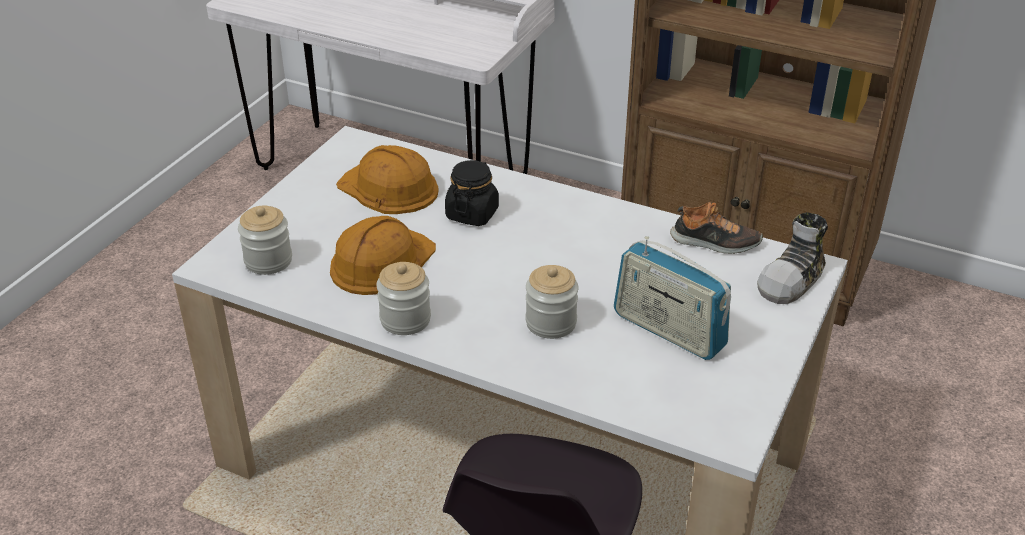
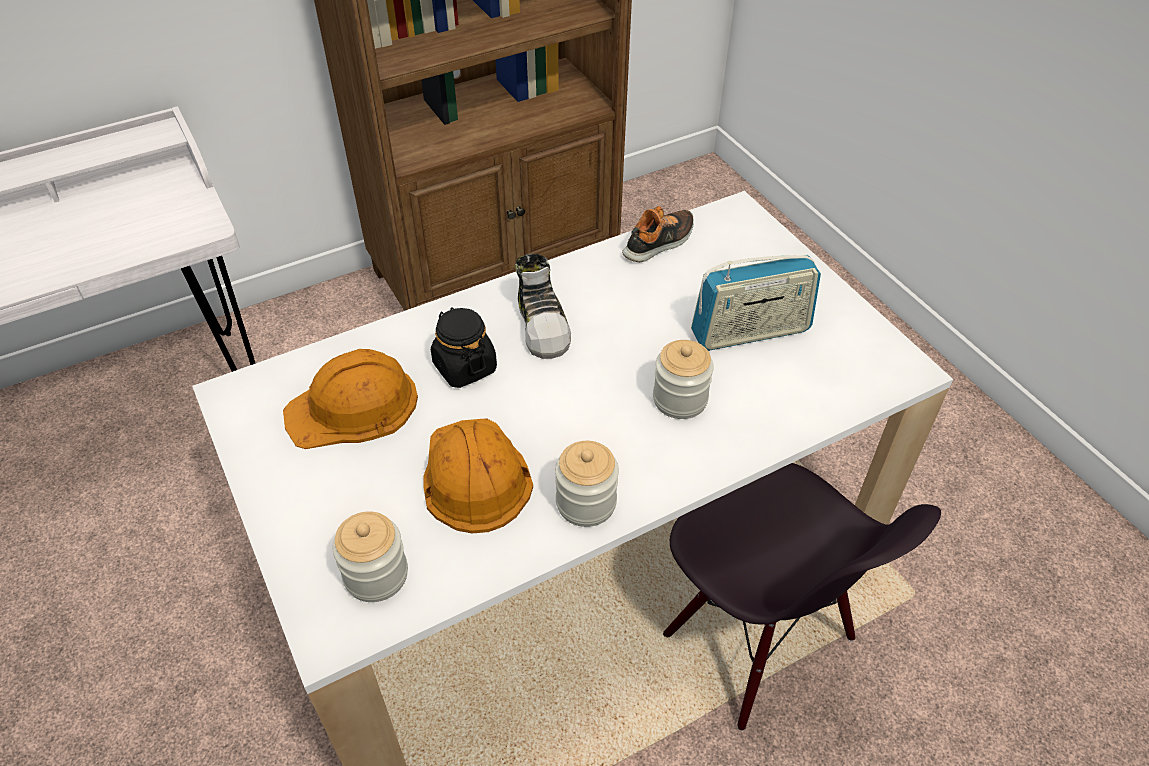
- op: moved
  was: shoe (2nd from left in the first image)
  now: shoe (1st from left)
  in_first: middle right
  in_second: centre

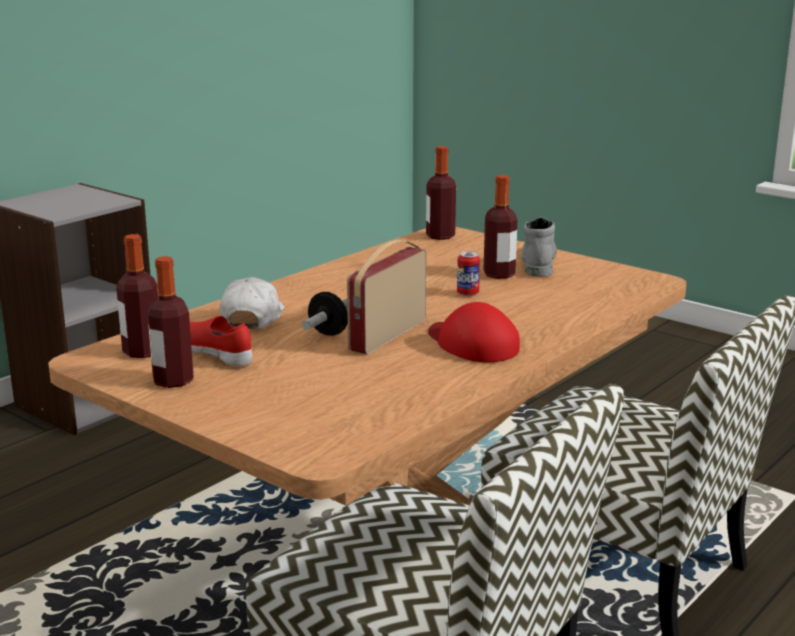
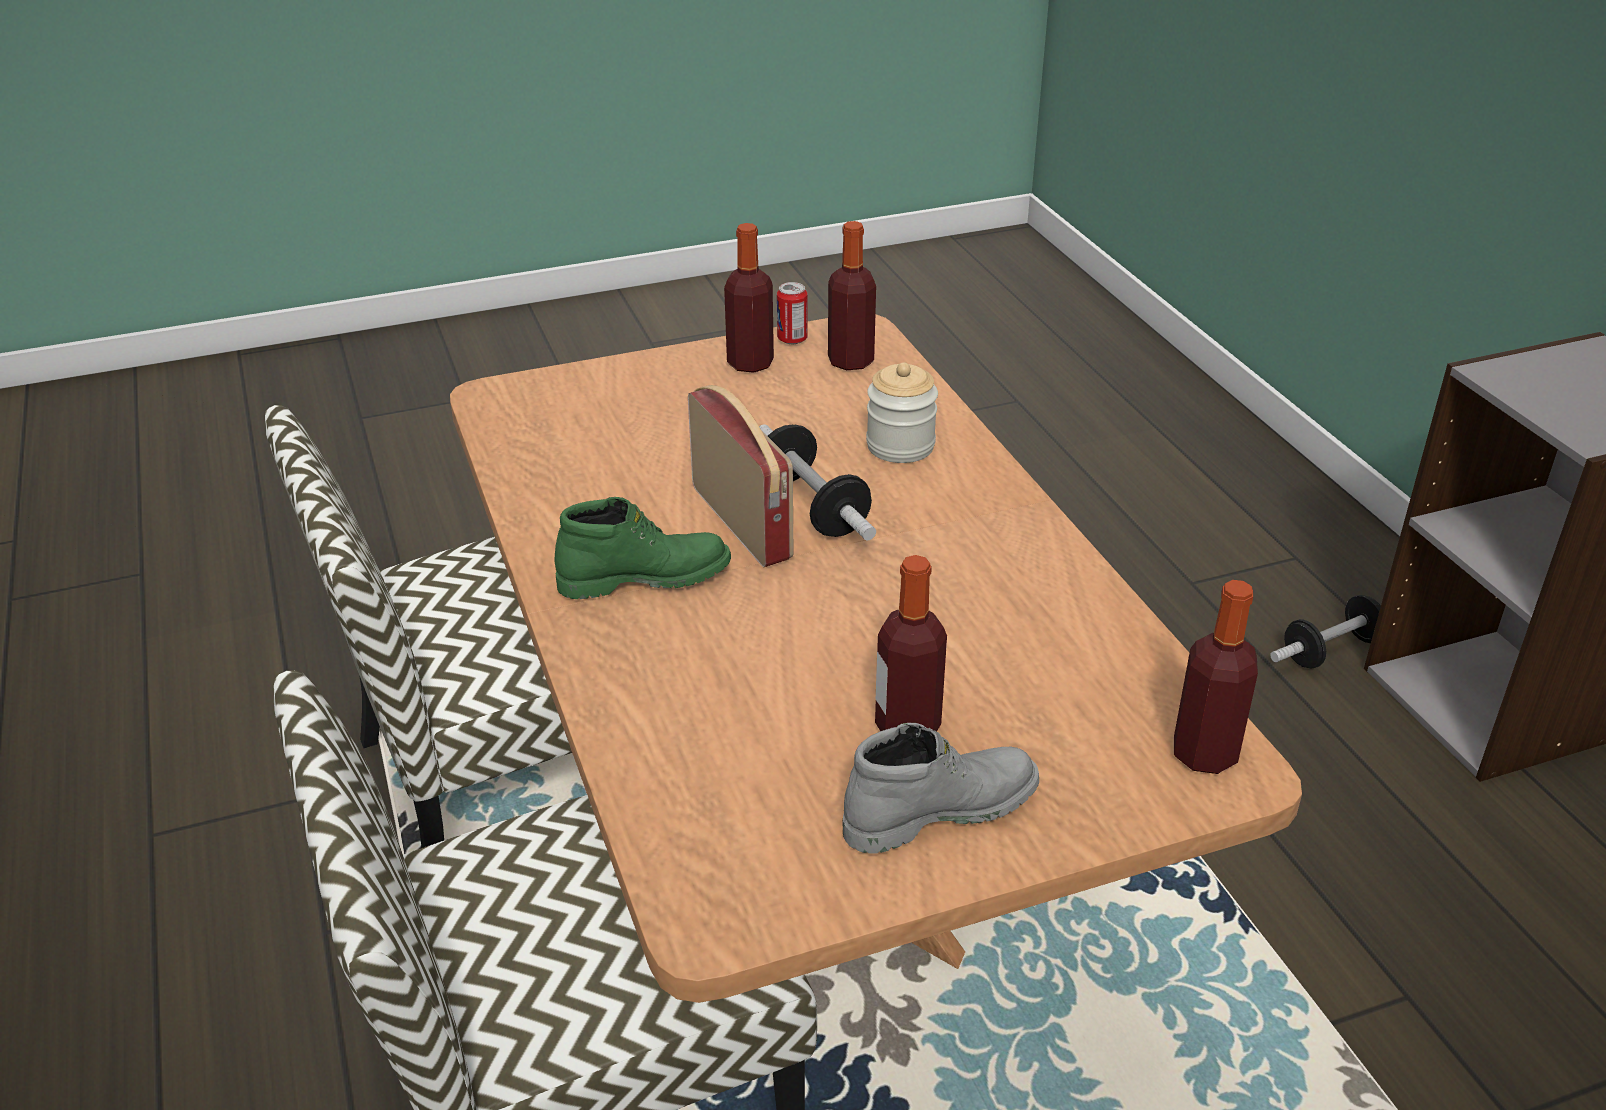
- op: replaced
  was: red-coloured cap
  now: green-coloured high-top boot
  in_first: centre
  in_second: centre
- op: moved
  was: sealed can
  in_first: centre
  in_second: top centre
- op: turned
  was: grey high-top boot
  in_first: middle right
  in_second: bottom centre
  clockwise: -60
- op: replaced
  was: white-coloured cap
  now: storage jar
  in_first: middle left
  in_second: centre
- op: added
  now: hand weight (2nd from left)
  in_second: middle right
- op: removed
  was: red-coloured shoe
  in_first: middle left

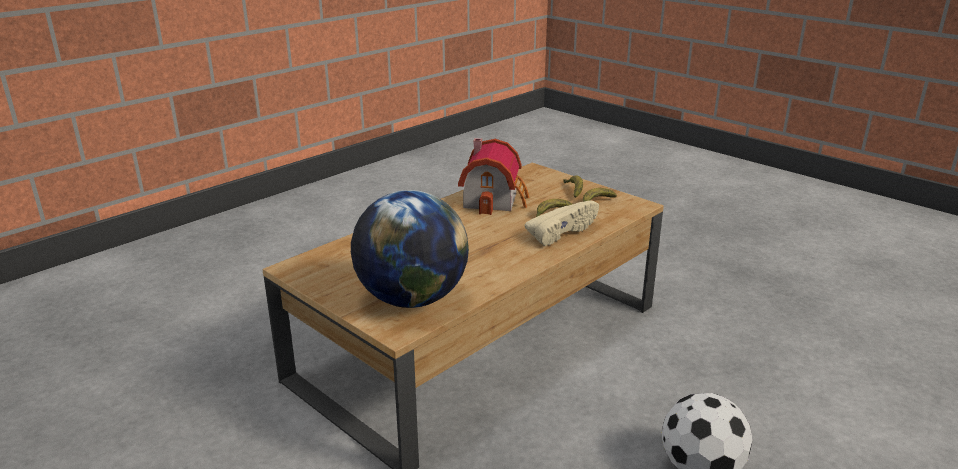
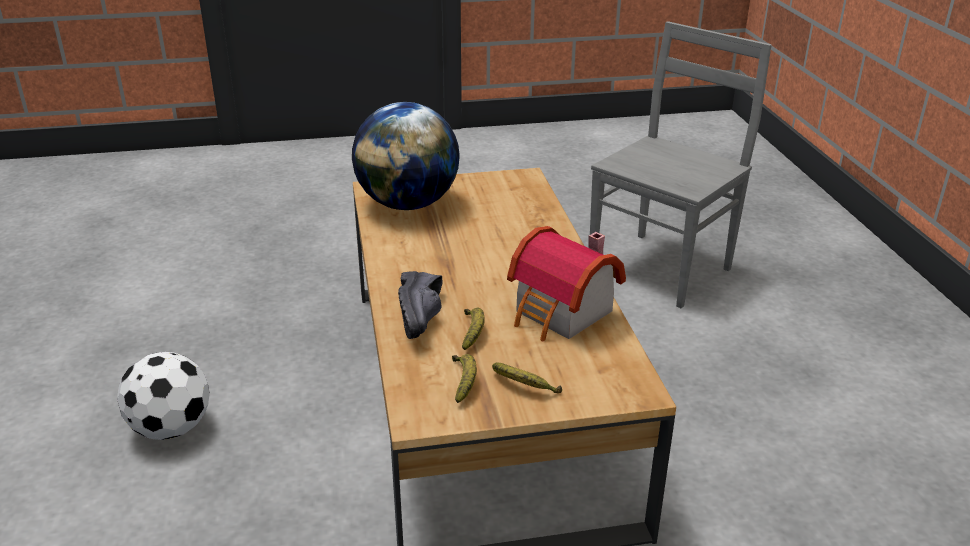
- op: recoloured
  was: beige shoe
  now: black-coloured shoe
  in_first: centre
  in_second: centre
- op: added
  now: grey upright chair
  in_second: top right

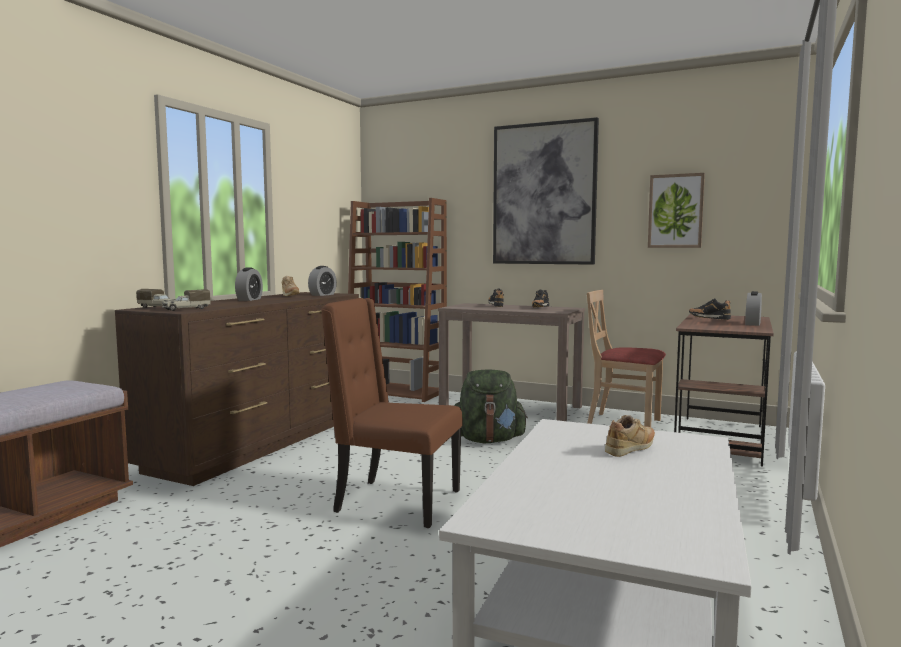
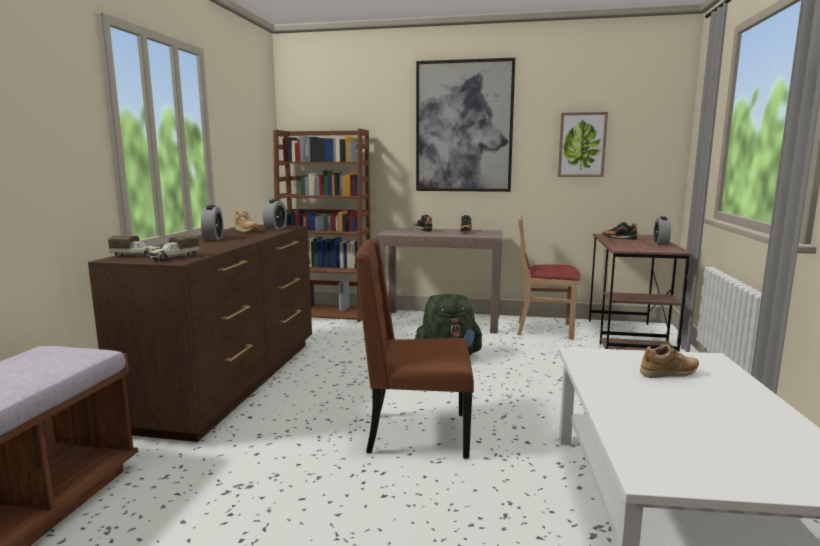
- op: turned
  was: beige shoe (2nd from left)
  in_first: bottom right
  in_second: middle right
  clockwise: 45

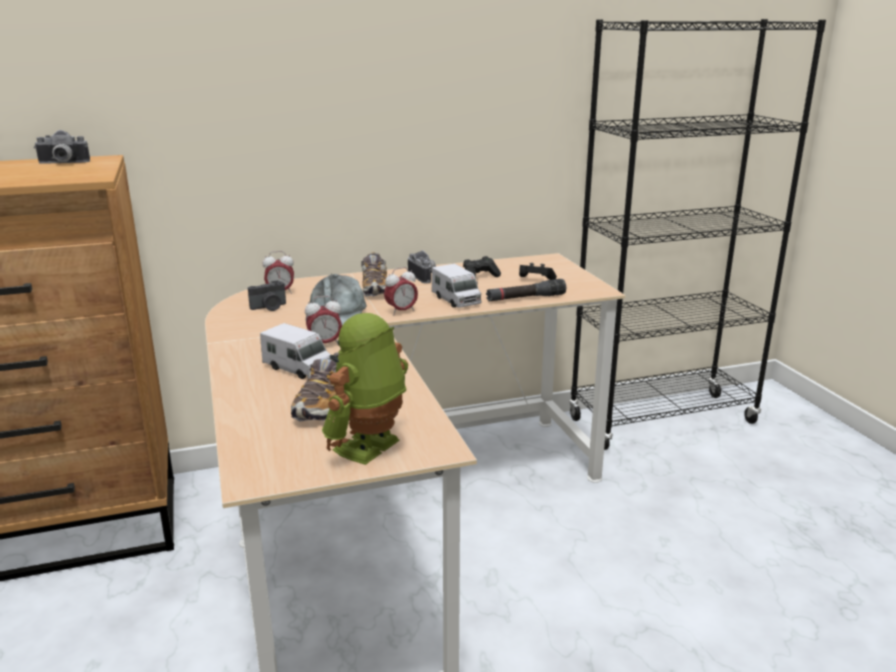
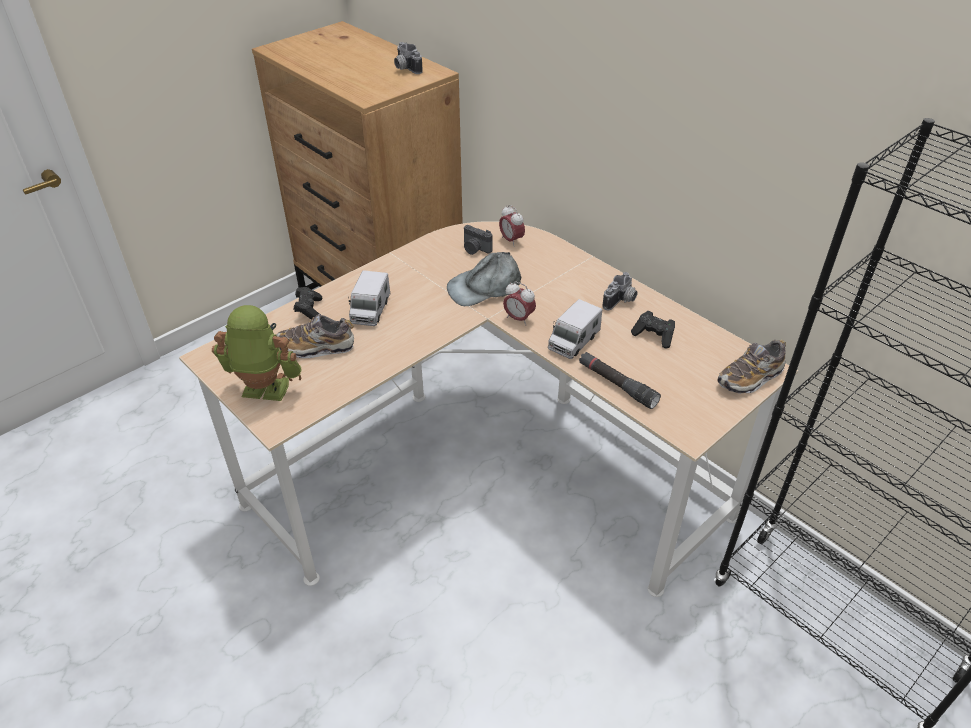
- op: moved
  was: black-coloured gamepad (2nd from left in the first image)
  now: black-coloured gamepad (1st from left)
  in_first: centre
  in_second: middle left
- op: moved
  was: shoe (2nd from left)
  in_first: centre
  in_second: middle right
- op: removed
  was: table clock (2nd from left)
  in_first: centre

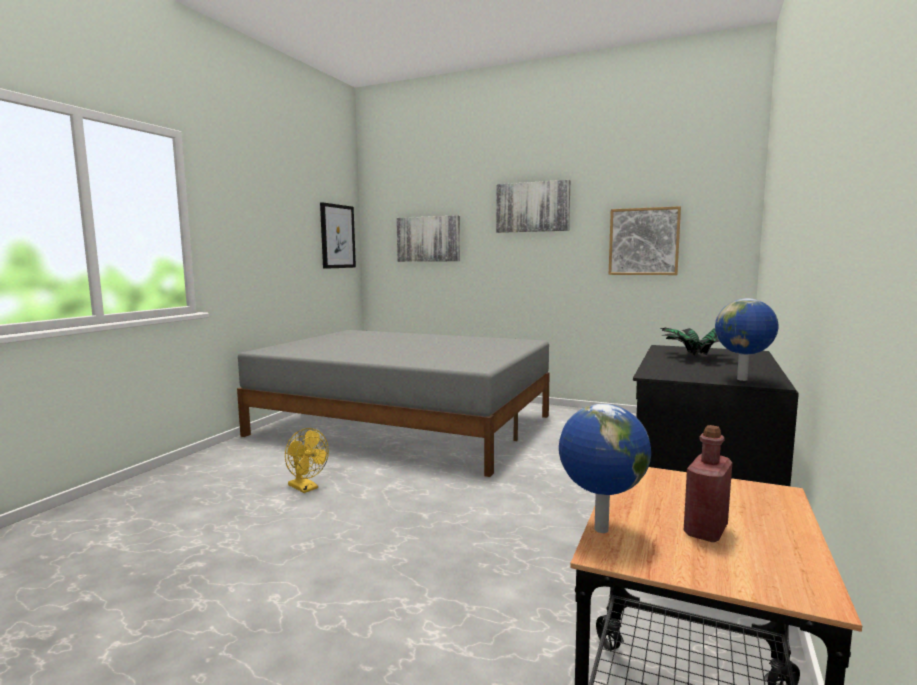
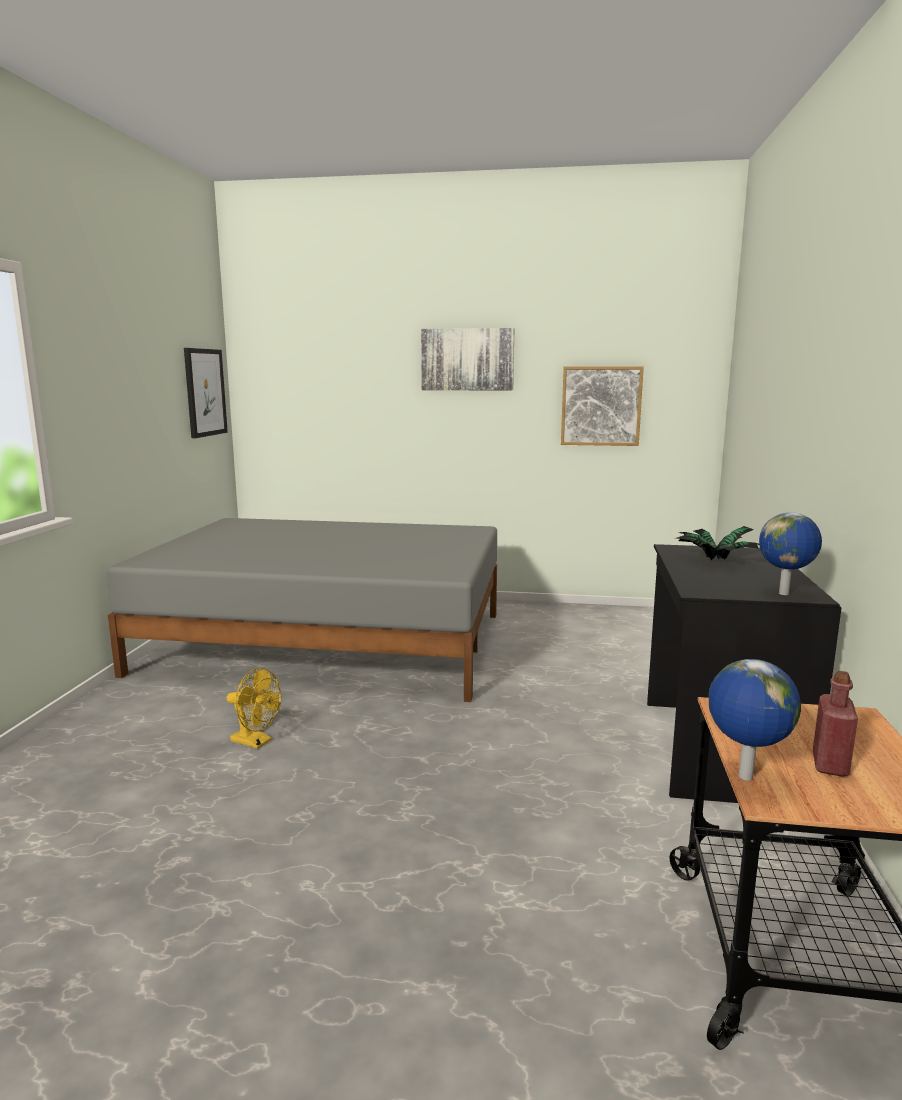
- op: removed
  was: wall picture (2nd from left)
  in_first: centre

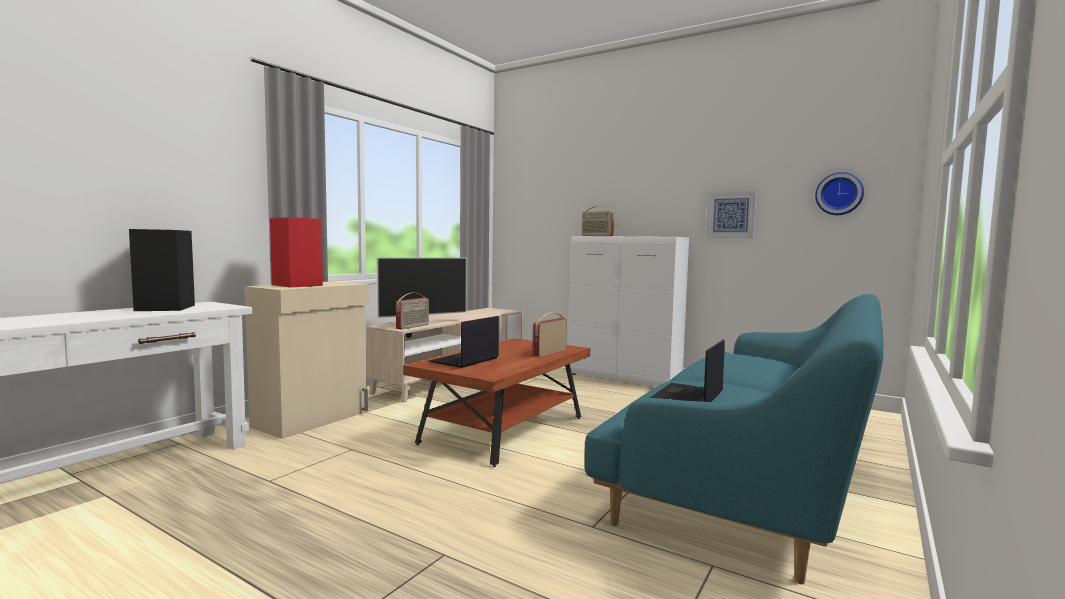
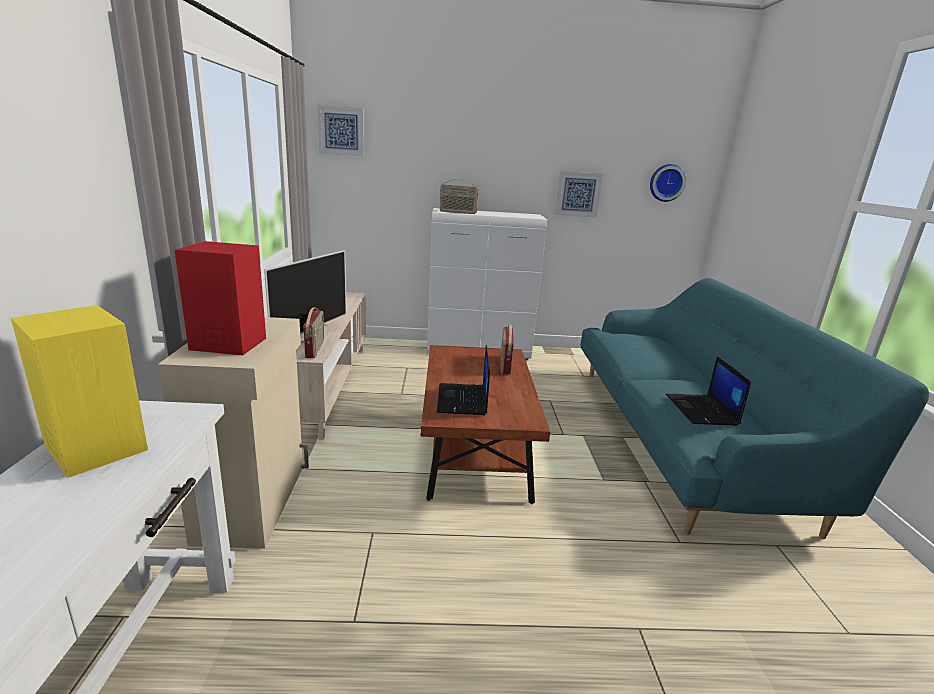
- op: recoloured
  was: black-coloured speaker
  now: yellow-coloured speaker
  in_first: middle left
  in_second: middle left
- op: added
  now: wall picture (1st from left)
  in_second: top centre

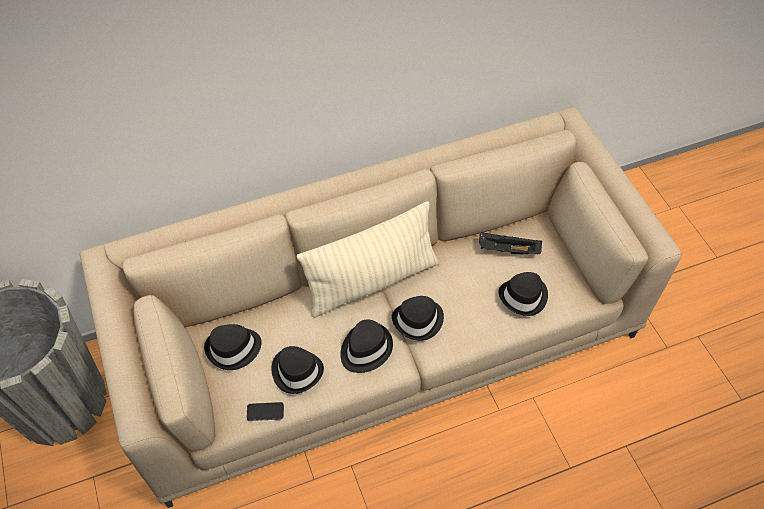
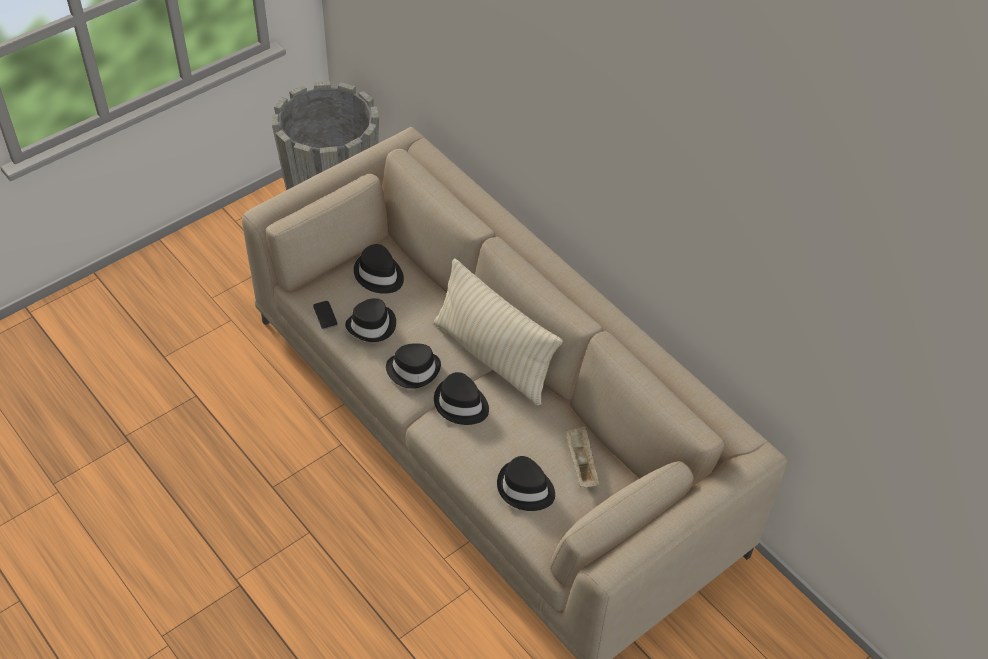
- op: recoloured
  was: black-coloured tray
  now: beige tray
  in_first: middle right
  in_second: bottom centre

